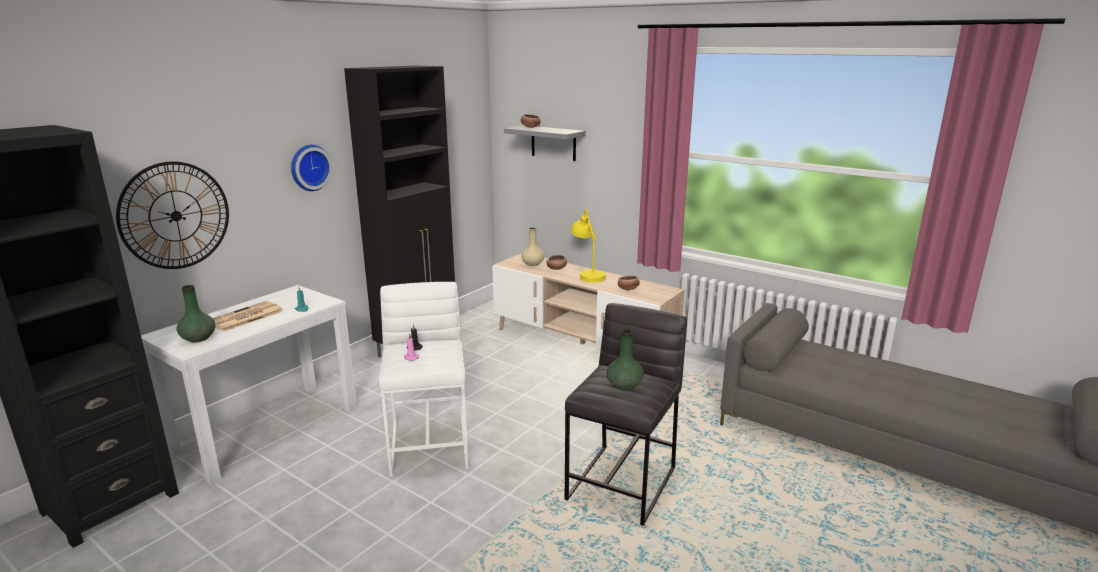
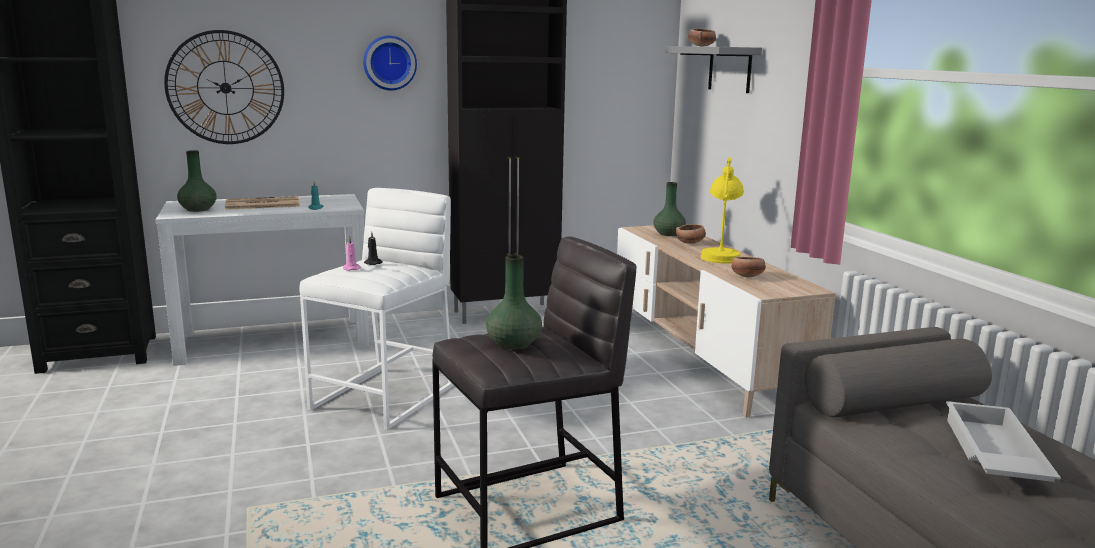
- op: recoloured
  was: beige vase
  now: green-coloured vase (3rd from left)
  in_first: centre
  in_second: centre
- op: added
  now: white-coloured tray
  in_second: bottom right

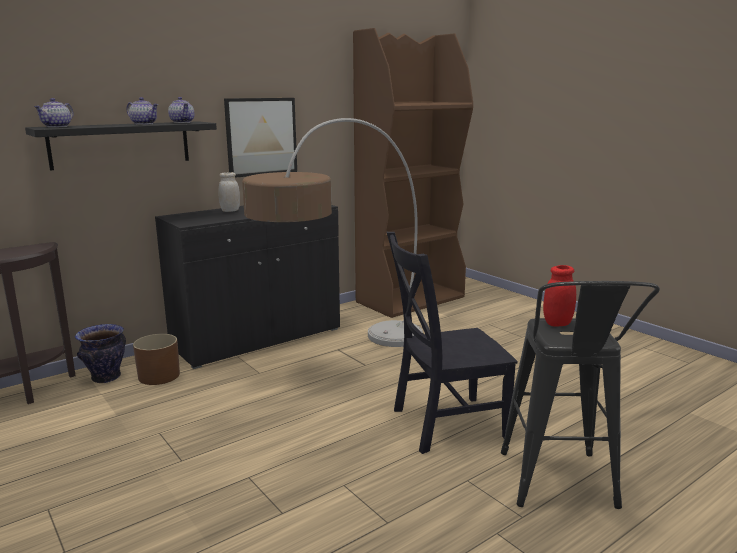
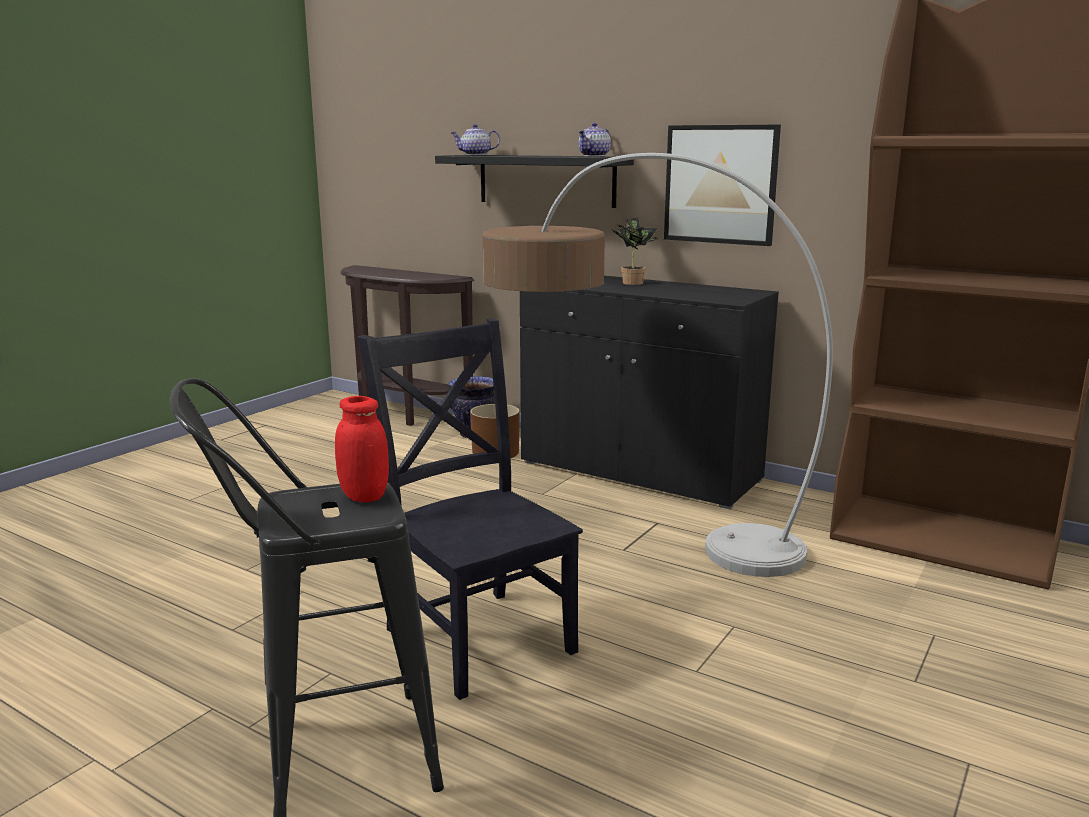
- op: replaced
  was: white-coloured storage jar
  now: plant in a pot
  in_first: middle left
  in_second: top centre
- op: removed
  was: pot for tea (2nd from left)
  in_first: top left

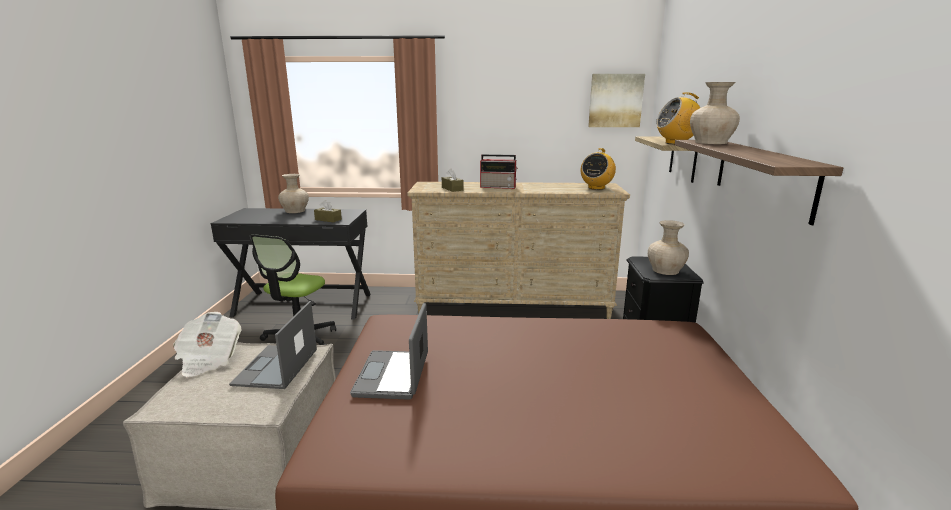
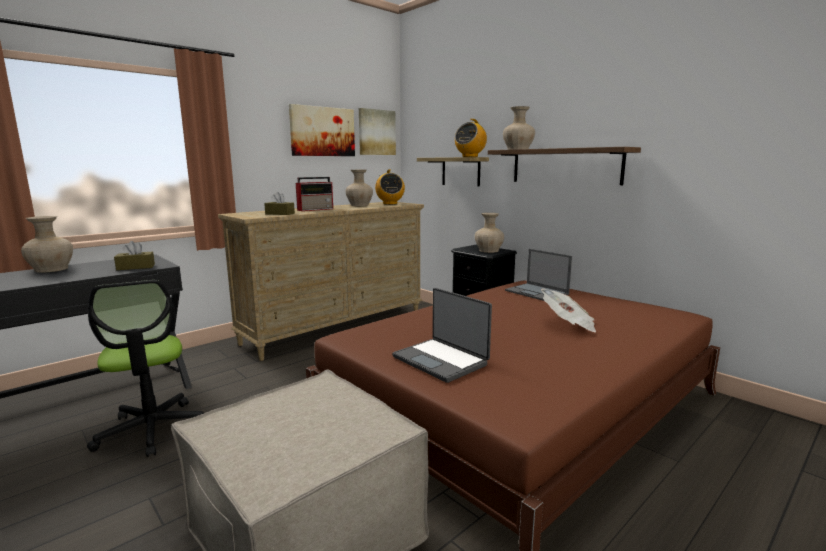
- op: added
  now: wall picture (1st from left)
  in_second: top centre
- op: added
  now: beige vase (2nd from left)
  in_second: centre
- op: moved
  was: portable computer (1st from left in the first image)
  now: portable computer (2nd from left)
  in_first: bottom left
  in_second: centre
- op: moved
  was: newspaper
  in_first: bottom left
  in_second: middle right

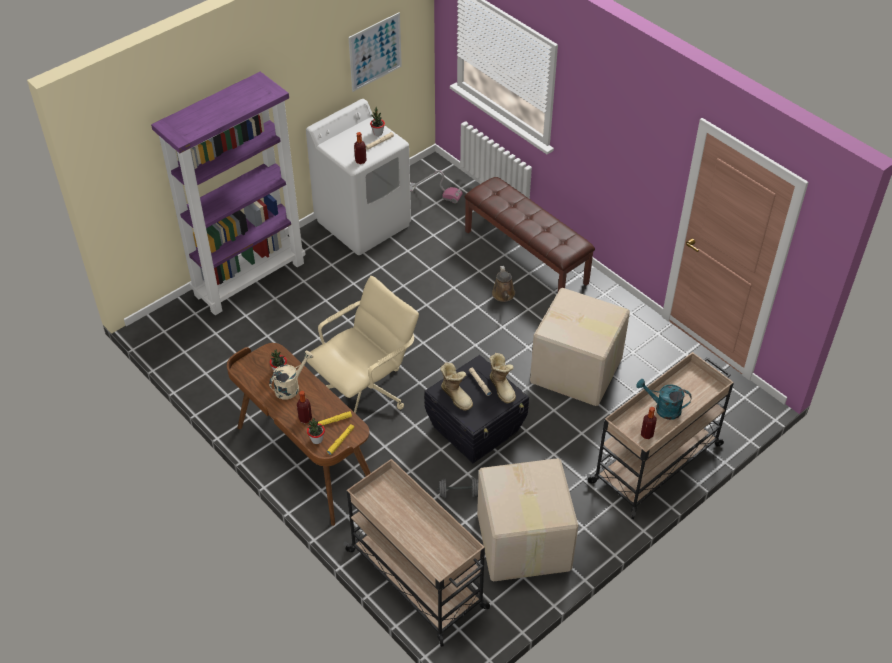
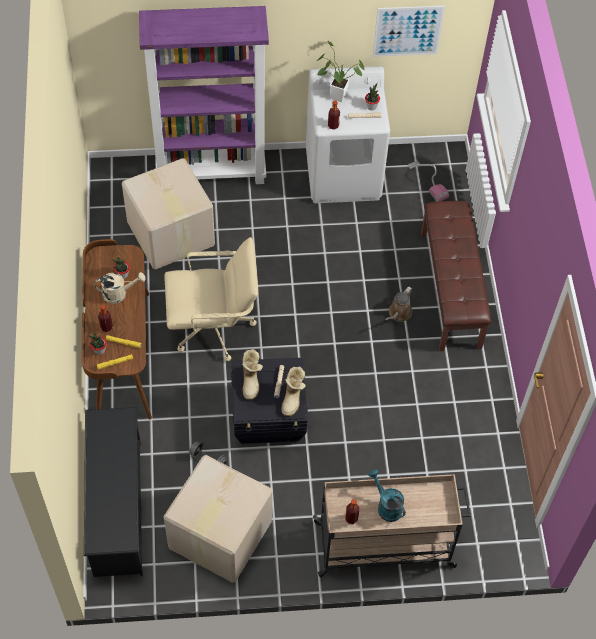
- op: replaced
  was: beige trolley (1st from left)
  now: black-coloured shoe stand
  in_first: bottom centre
  in_second: bottom left
- op: moved
  was: carton (2nd from left in the first image)
  now: carton (1st from left)
  in_first: centre
  in_second: middle left
- op: added
  now: plant in a pot (3rd from left)
  in_second: top centre

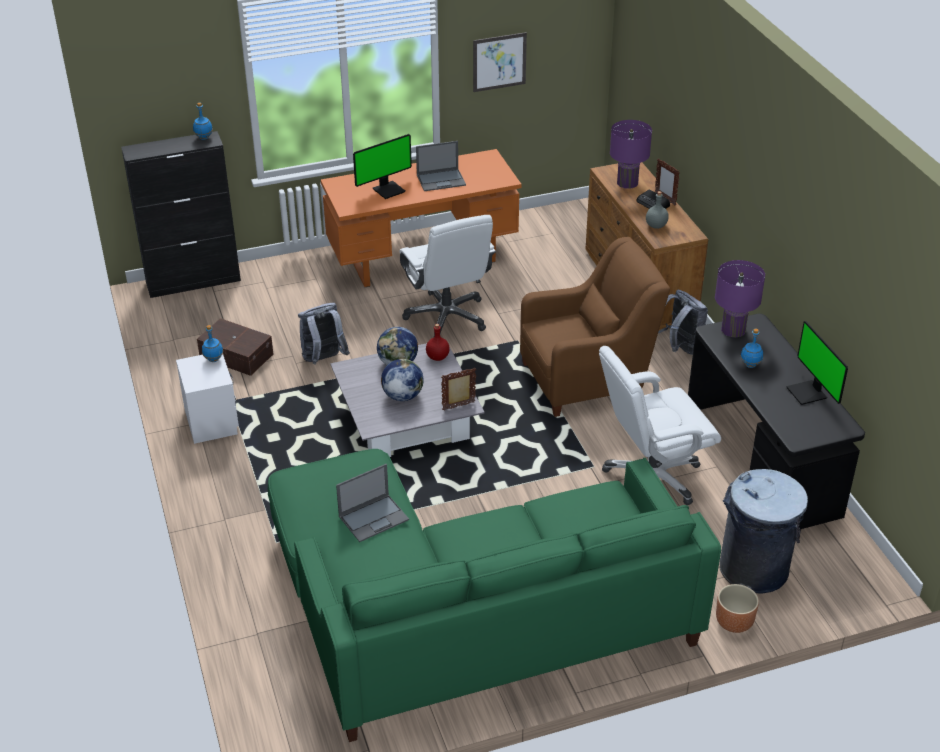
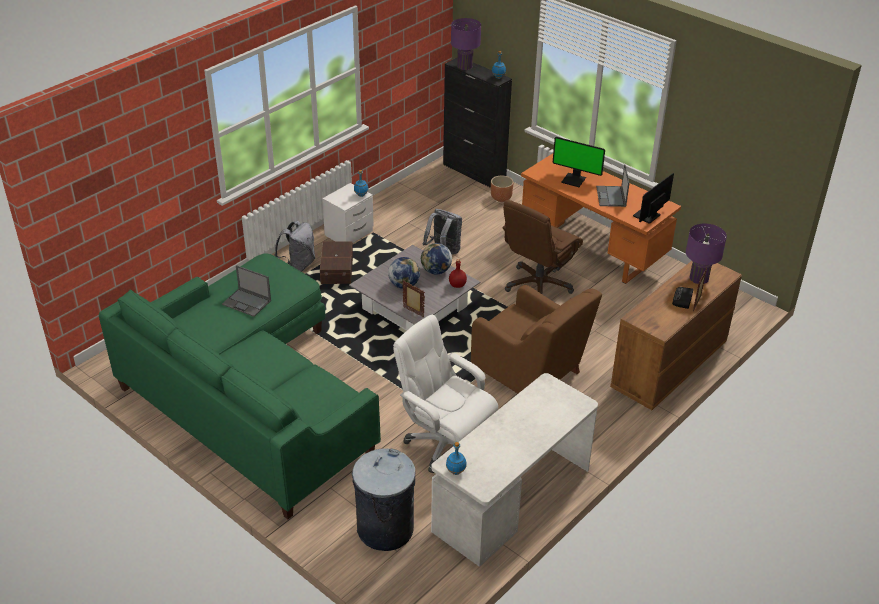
- op: moved
  was: grey knapsack (2nd from left in the first image)
  now: grey knapsack (1st from left)
  in_first: middle right
  in_second: centre
- op: moved
  was: brown storage container
  in_first: middle left
  in_second: centre
- op: recoloured
  was: black-coloured desk unit
  now: white-coloured desk unit
  in_first: middle right
  in_second: bottom centre
- op: moved
  was: blue-coloured drink bottle (3rd from left in the first image)
  now: blue-coloured drink bottle (2nd from left)
  in_first: middle right
  in_second: bottom centre
- op: moved
  was: purple-coloured lamp for a table (2nd from left in the first image)
  now: purple-coloured lamp for a table (1st from left)
  in_first: middle right
  in_second: top centre
- op: moved
  was: brown plant pot
  in_first: bottom right
  in_second: top centre
- op: recoloured
  was: white-coloured desk chair (1st from left)
  now: brown desk chair
  in_first: centre
  in_second: centre
- op: turned
  was: portable computer (2nd from left)
  in_first: top centre
  in_second: top right
  clockwise: 45
- op: moved
  was: computer screen (2nd from left)
  in_first: middle right
  in_second: top right
- op: removed
  was: wall picture
  in_first: top centre
- op: removed
  was: grey drink bottle
  in_first: top right

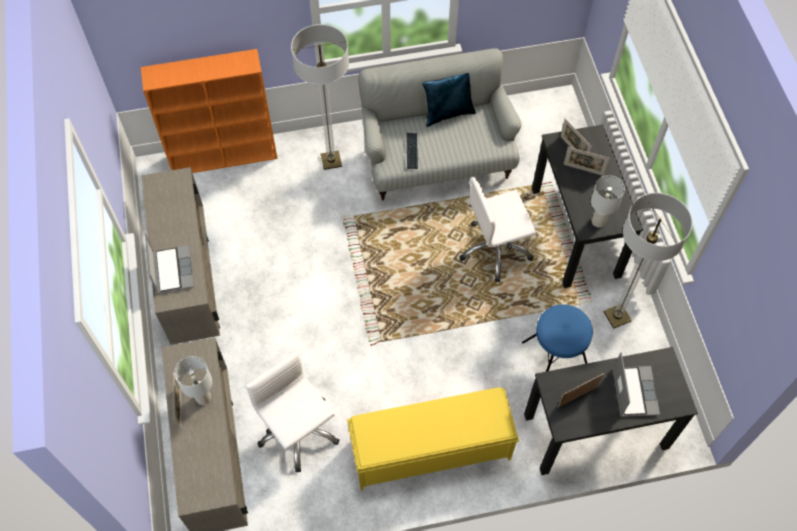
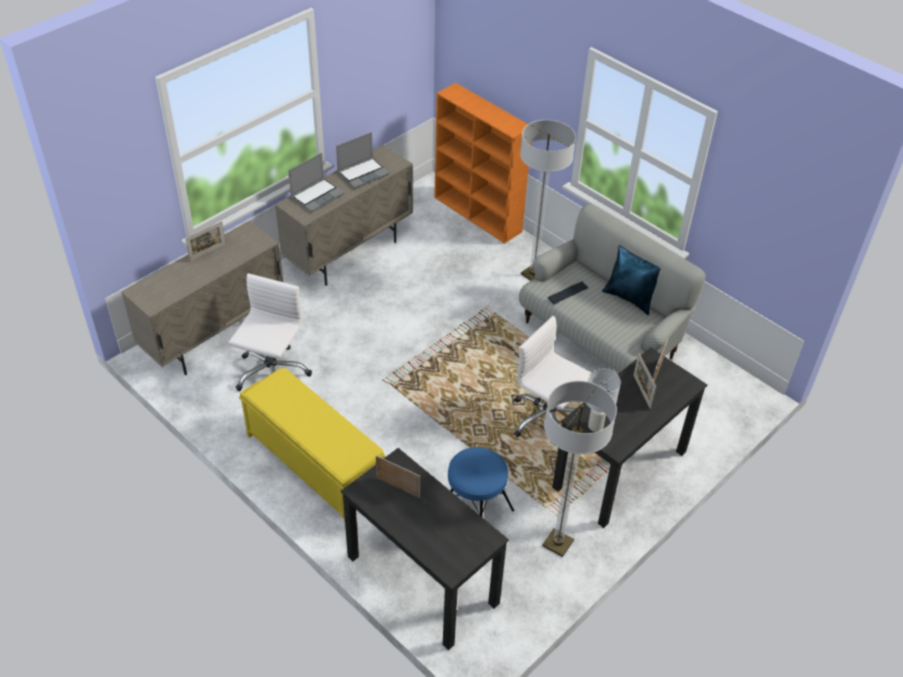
- op: moved
  was: portable computer (2nd from left)
  in_first: bottom right
  in_second: top centre
- op: removed
  was: white-coloured lamp for a table (1st from left)
  in_first: bottom left

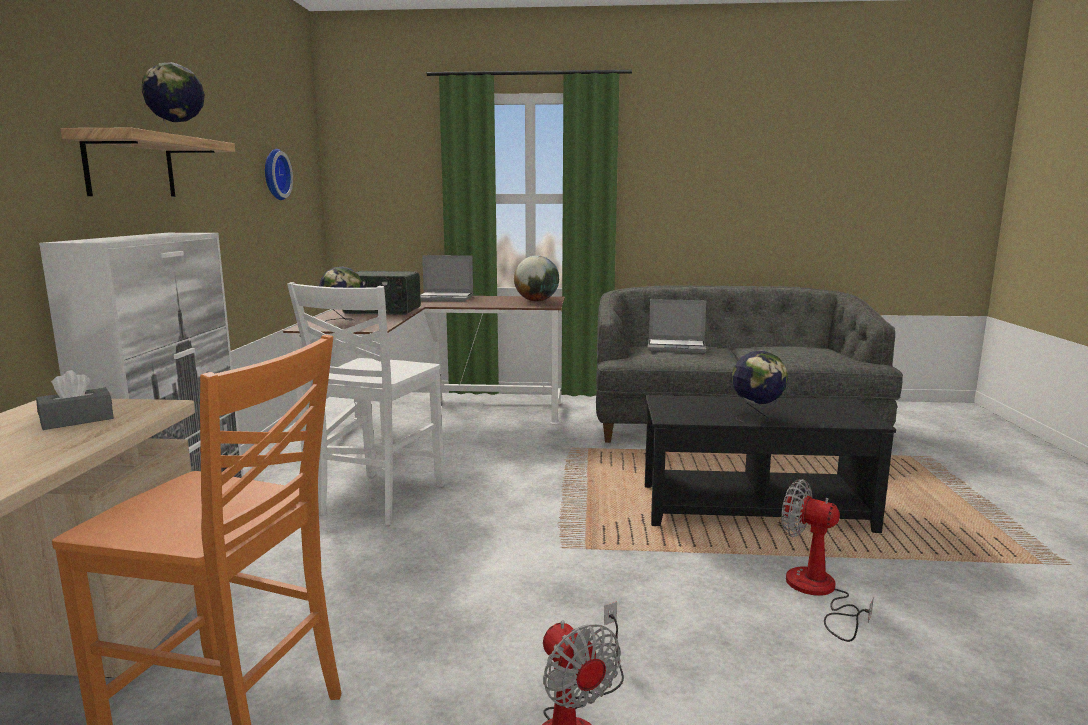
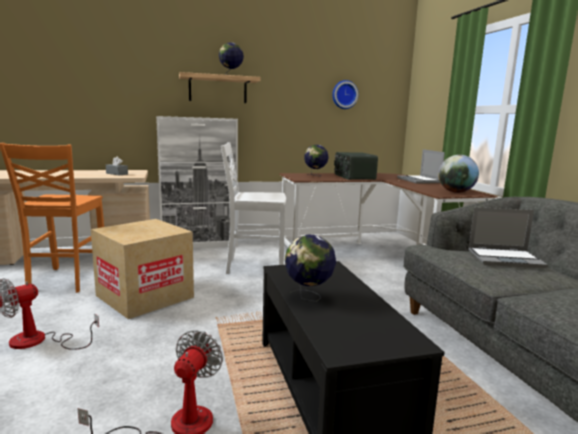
- op: added
  now: carton
  in_second: middle left
- op: turned
  was: portable computer (2nd from left)
  in_first: centre
  in_second: middle right
  clockwise: -75

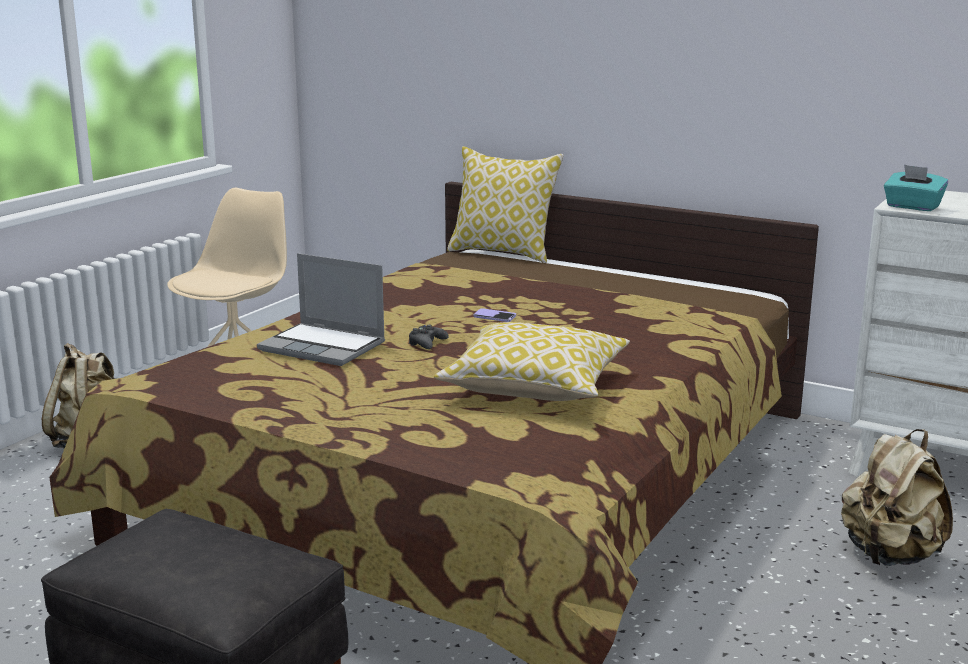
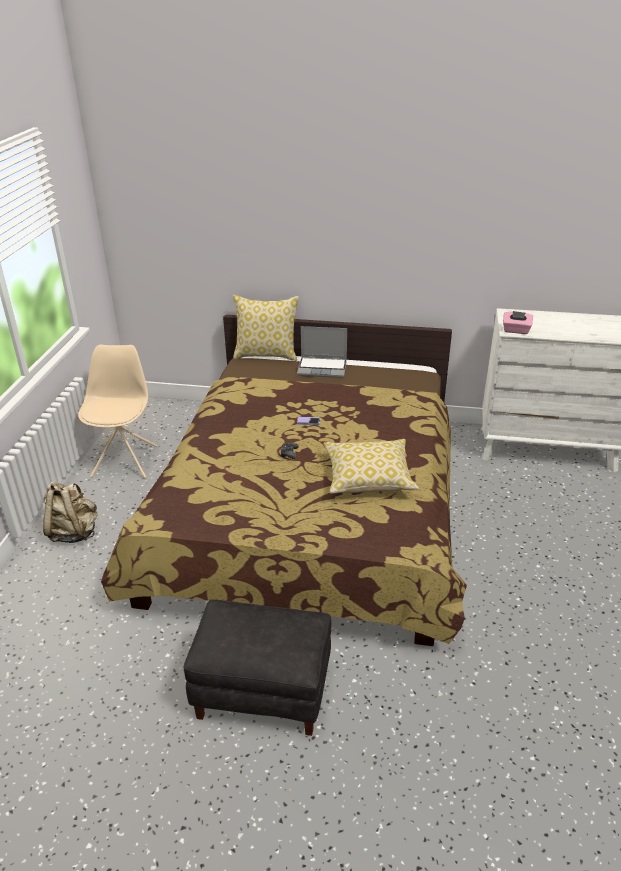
- op: moved
  was: portable computer
  in_first: middle left
  in_second: centre
- op: recoloured
  was: blue-green tissue box
  now: pinkish tissue box
  in_first: top right
  in_second: middle right
- op: removed
  was: beige knapsack (2nd from left)
  in_first: bottom right

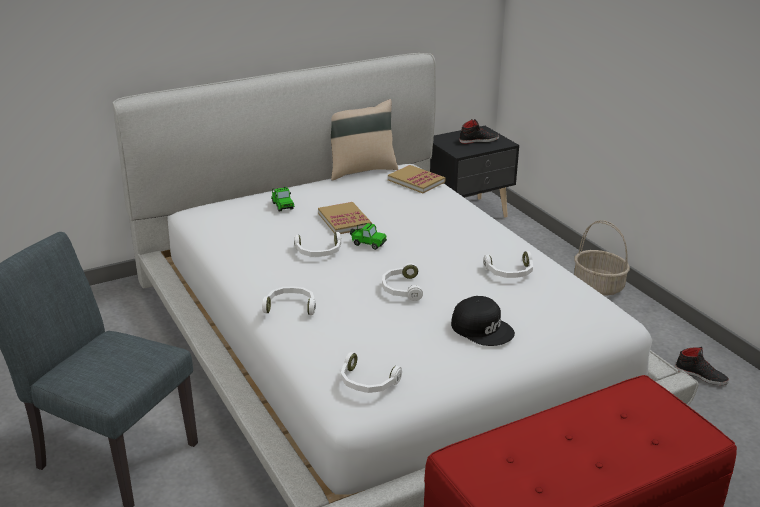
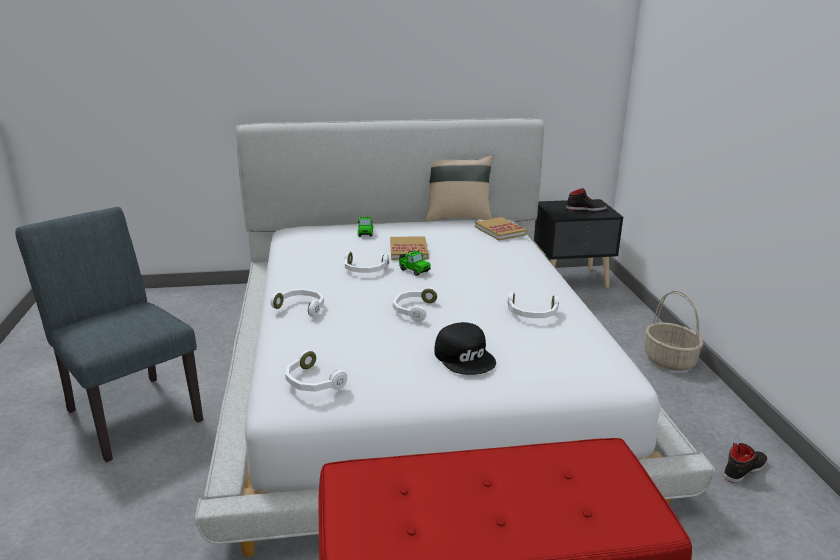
- op: turned
  was: black-coloured shoe (2nd from left)
  in_first: bottom right
  in_second: bottom right
  clockwise: -90

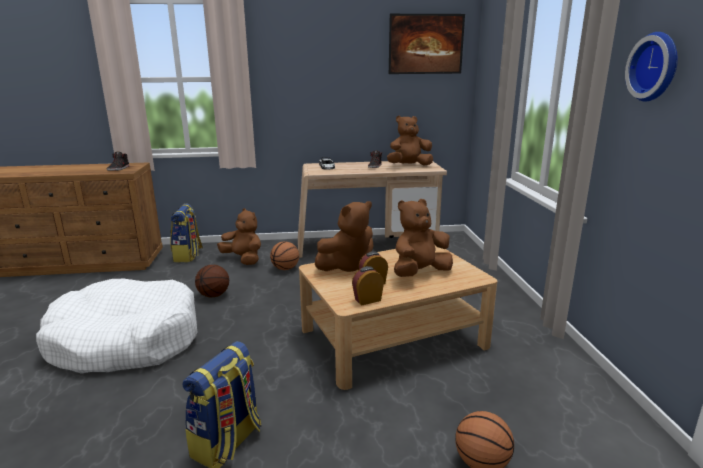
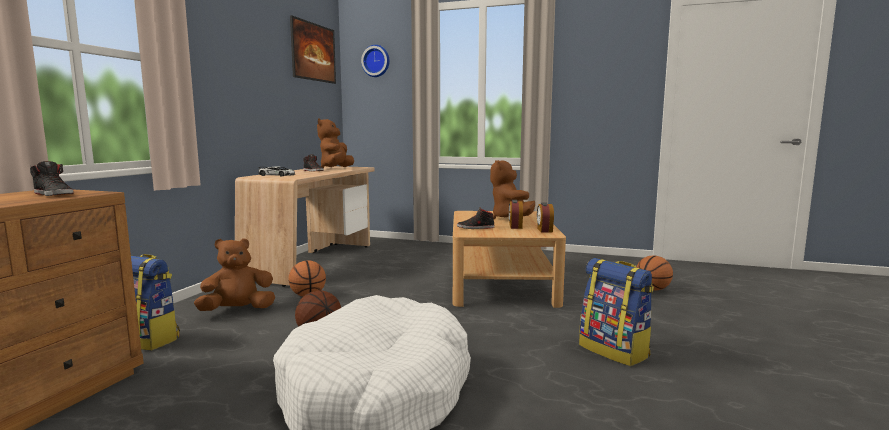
- op: moved
  was: clock on the wall
  in_first: top right
  in_second: top centre
- op: replaced
  was: brown cuddly toy (2nd from left)
  now: black-coloured shoe (3rd from left)
  in_first: centre
  in_second: centre

